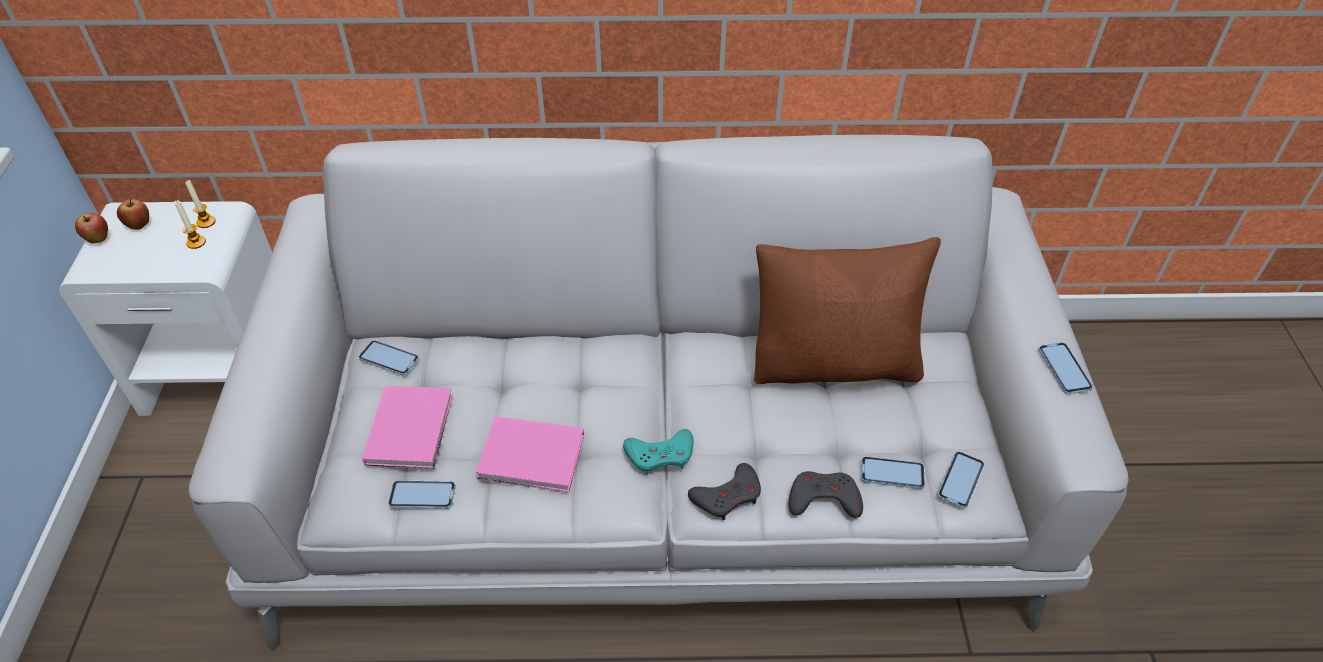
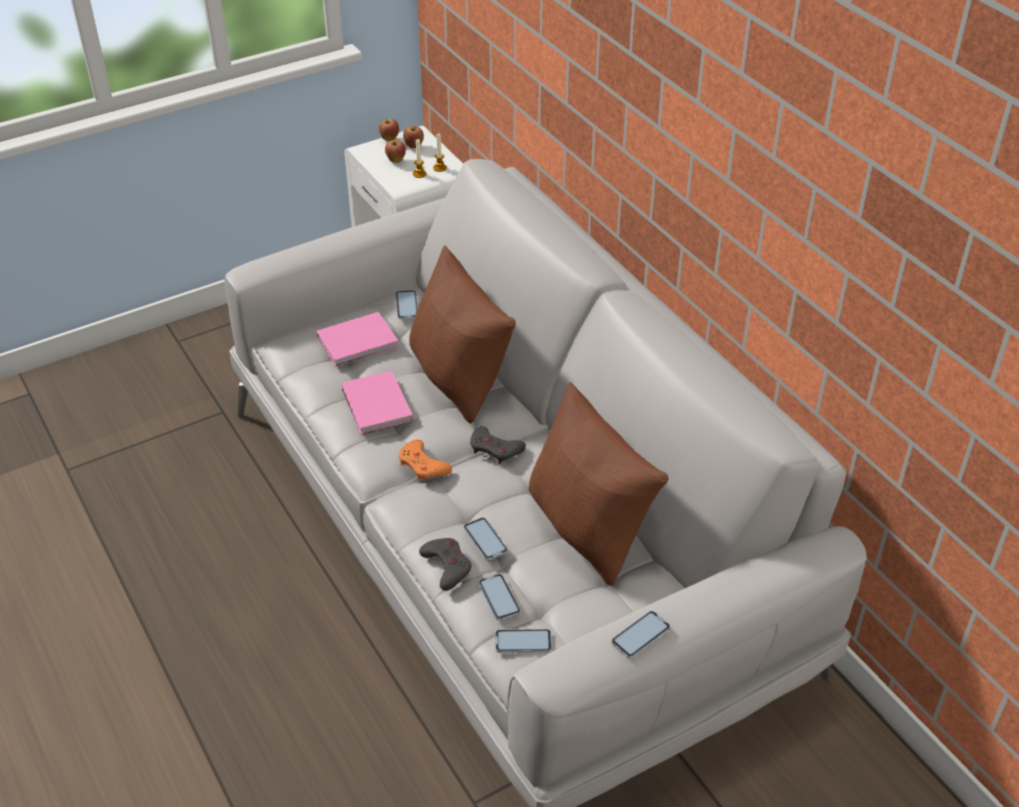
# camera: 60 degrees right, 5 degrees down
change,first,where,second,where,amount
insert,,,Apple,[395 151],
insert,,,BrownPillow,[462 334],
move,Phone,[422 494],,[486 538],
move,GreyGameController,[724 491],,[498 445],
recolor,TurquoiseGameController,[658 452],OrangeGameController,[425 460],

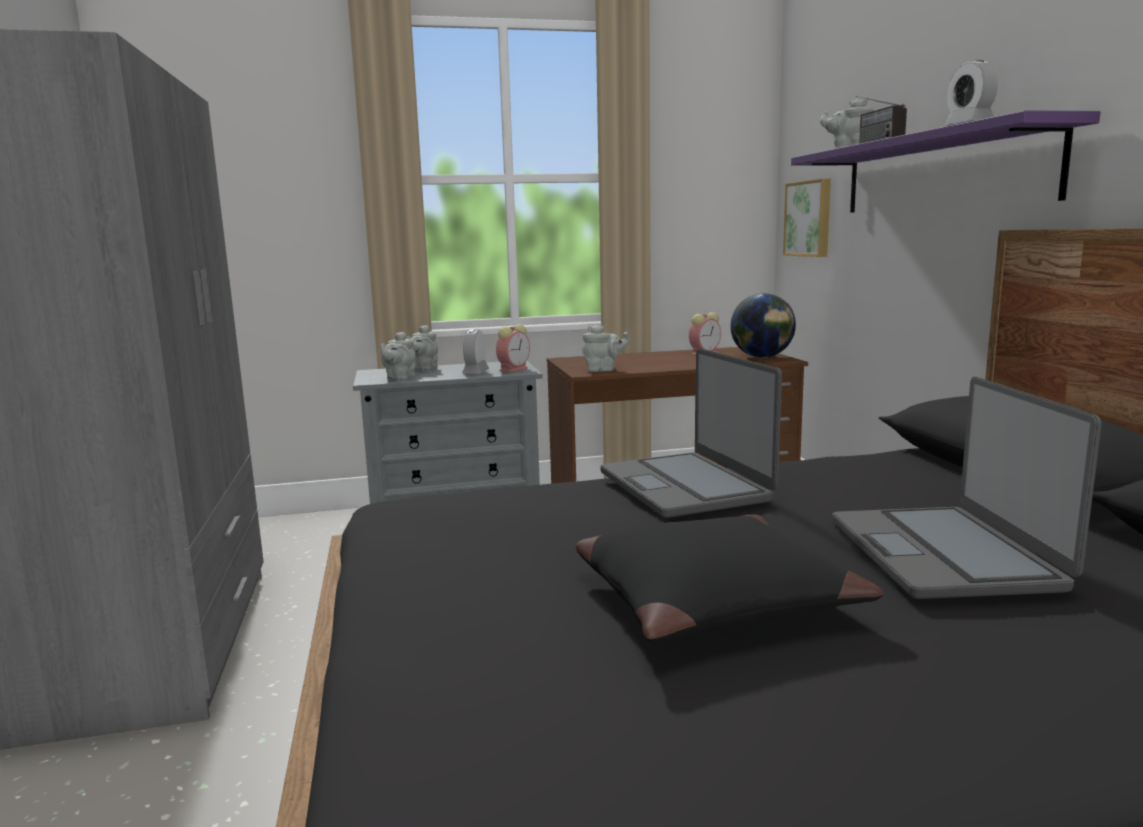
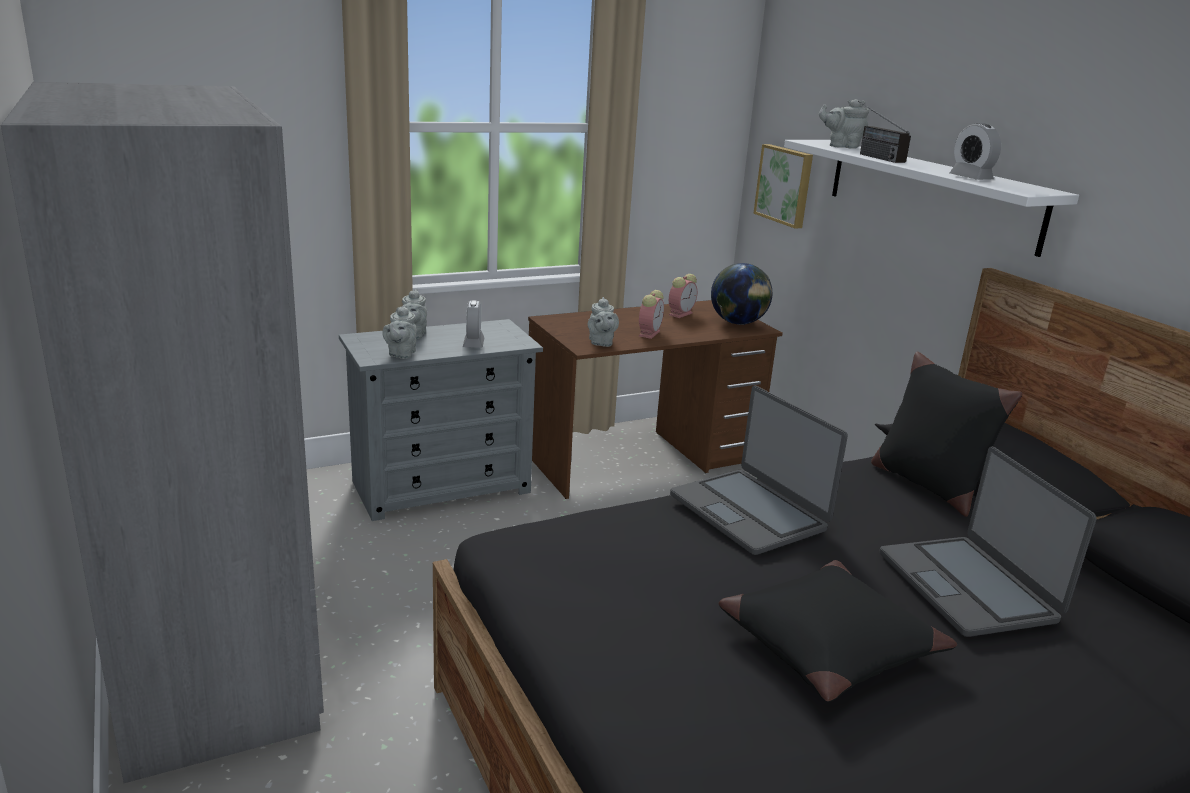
# camera: 15 degrees left, 10 degrees up
change,first,where,second,where,amount
insert,,,BlackPillow,[946 434],
move,AlarmClock,[513 348],,[651 314],
recolor,PurpleShelf,[945 161],WhiteShelf,[931 198],
rotate,GreyTeapot,[606 348],,[603 322],105 degrees clockwise

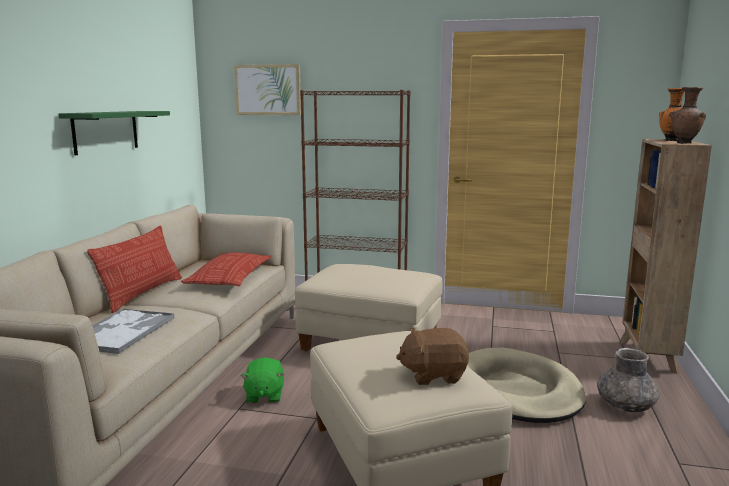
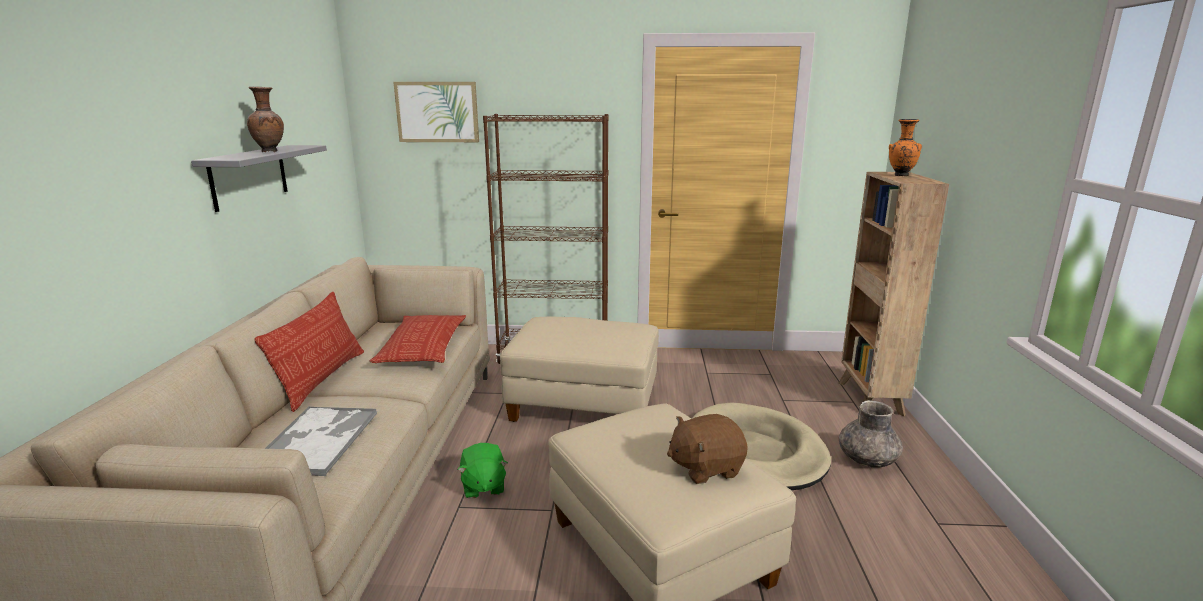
# camera: 10 degrees left, 5 degrees up
change,first,where,second,where,amount
move,BrownVase,[688 115],,[265 119],
recolor,GreenShelf,[114 133],GreyShelf,[259 178],

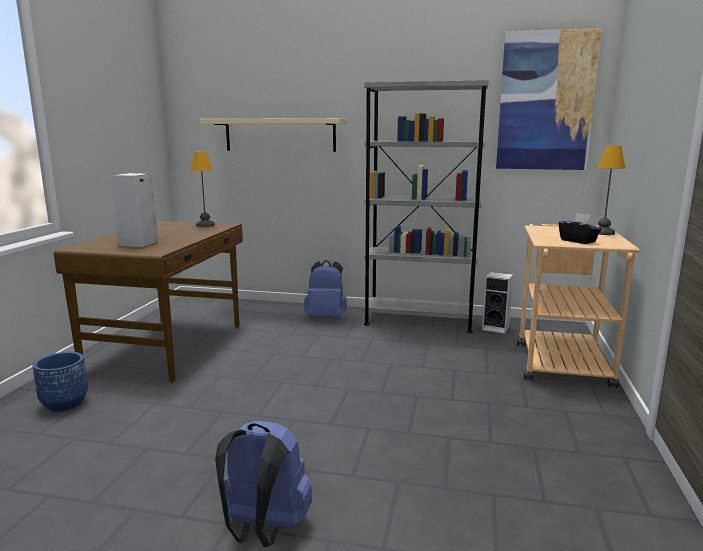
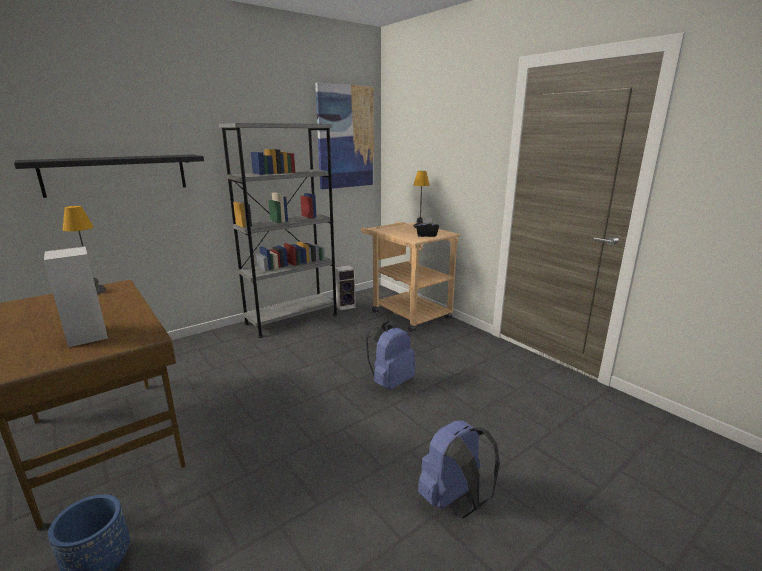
# camera: 50 degrees left, 5 degrees up
change,first,where,second,where,amount
move,BlueBackpack,[325 288],,[390 355],
recolor,BeigeShelf,[273 135],BlackShelf,[109 176],

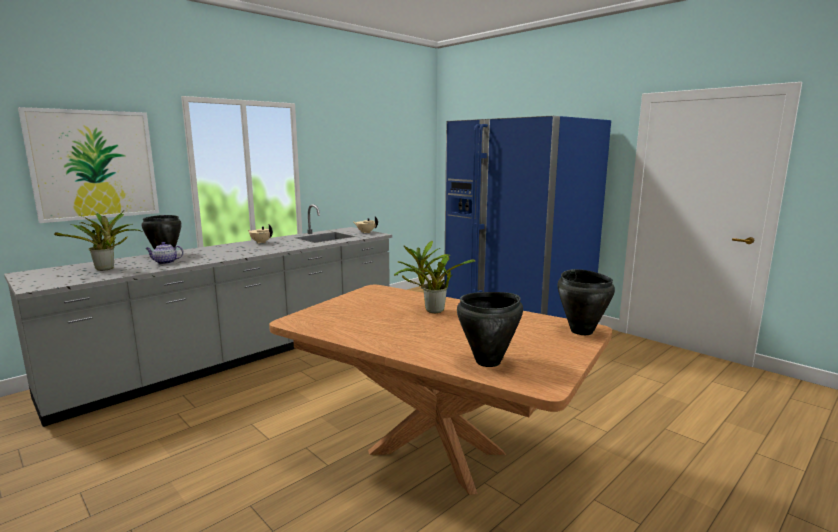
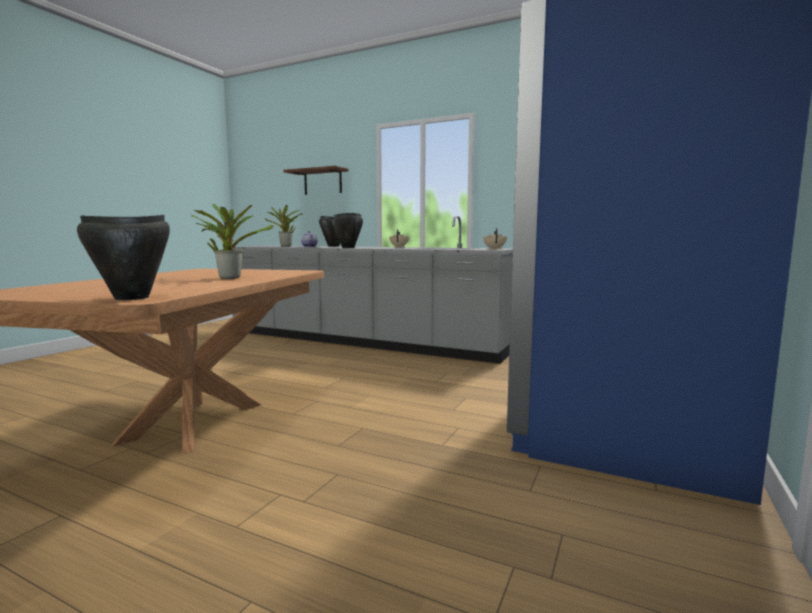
# camera: 70 degrees right, 5 degrees down
change,first,where,second,where,amount
move,BlackCookingPot,[490 329],,[347 230],
replace,Picture,[88 165],BrownShelf,[316 180],

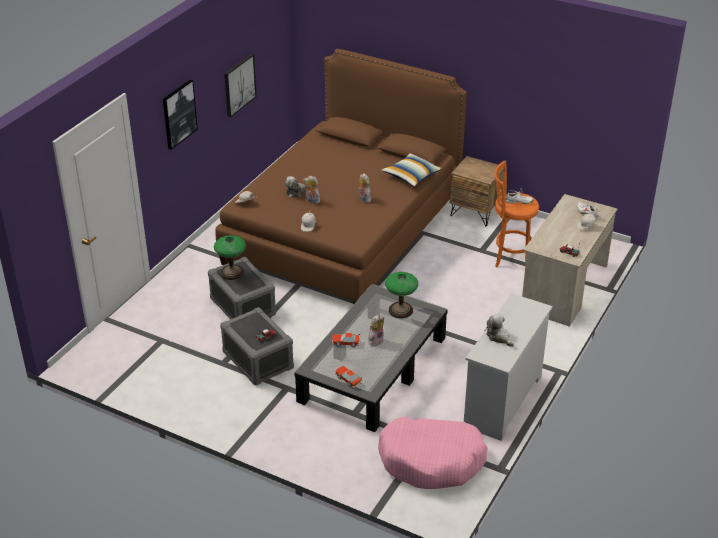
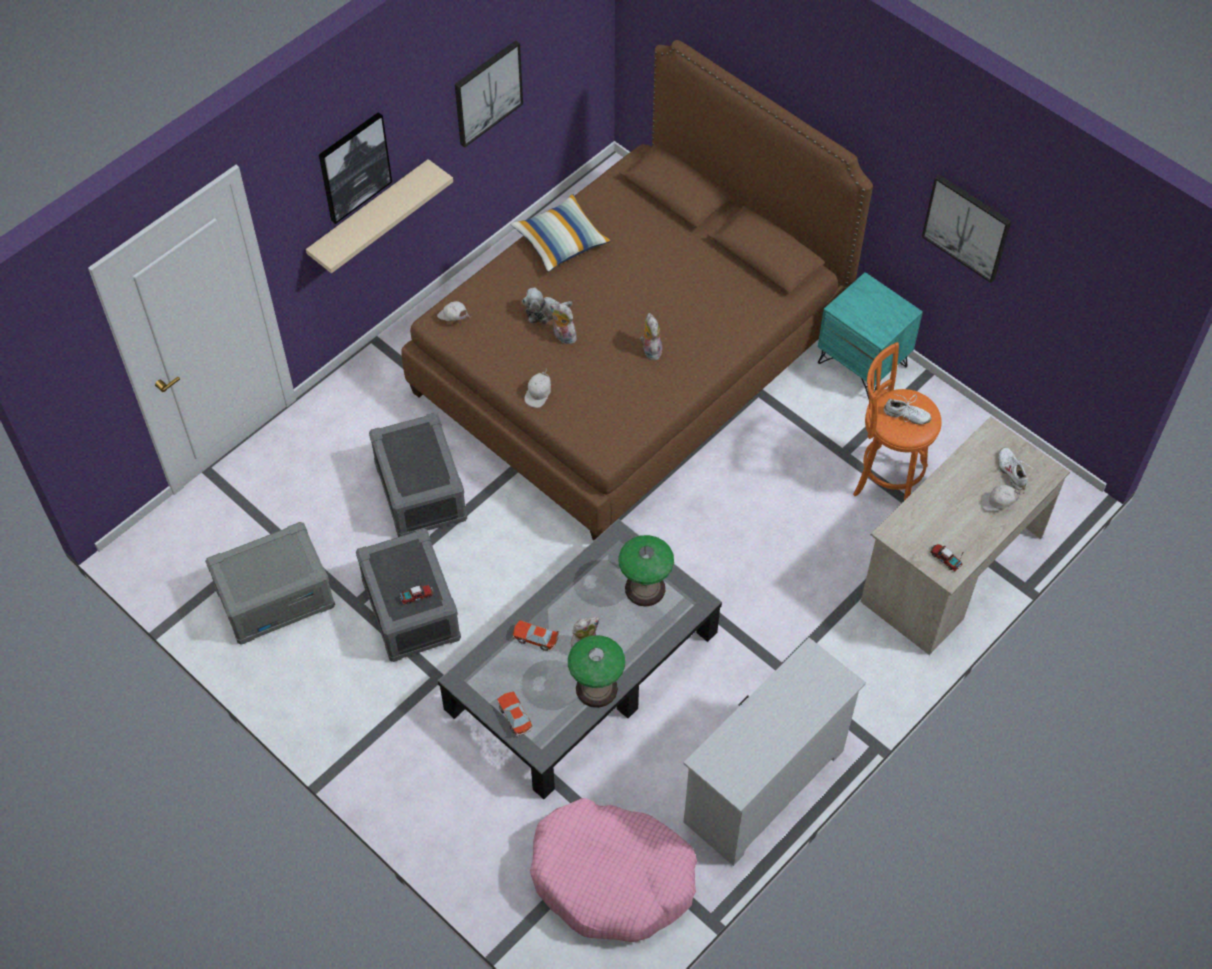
# camera: 15 degrees right, 20 degrees up
change,first,where,second,where,amount
delete,PlushToy,[500 330],,,
insert,,,GreyStorageBox,[270 583],
insert,,,BeigeShelf,[379 216],
insert,,,Picture,[966 228],
move,TableLamp,[230 257],,[596 671],
move,Pillow,[412 169],,[560 233],
recolor,BrownNightstand,[477 191],TurquoiseNightstand,[870 335],

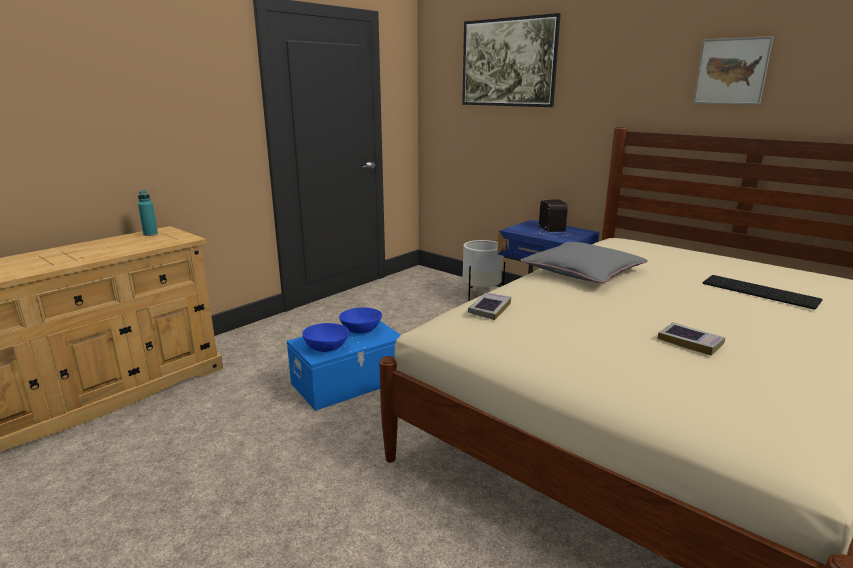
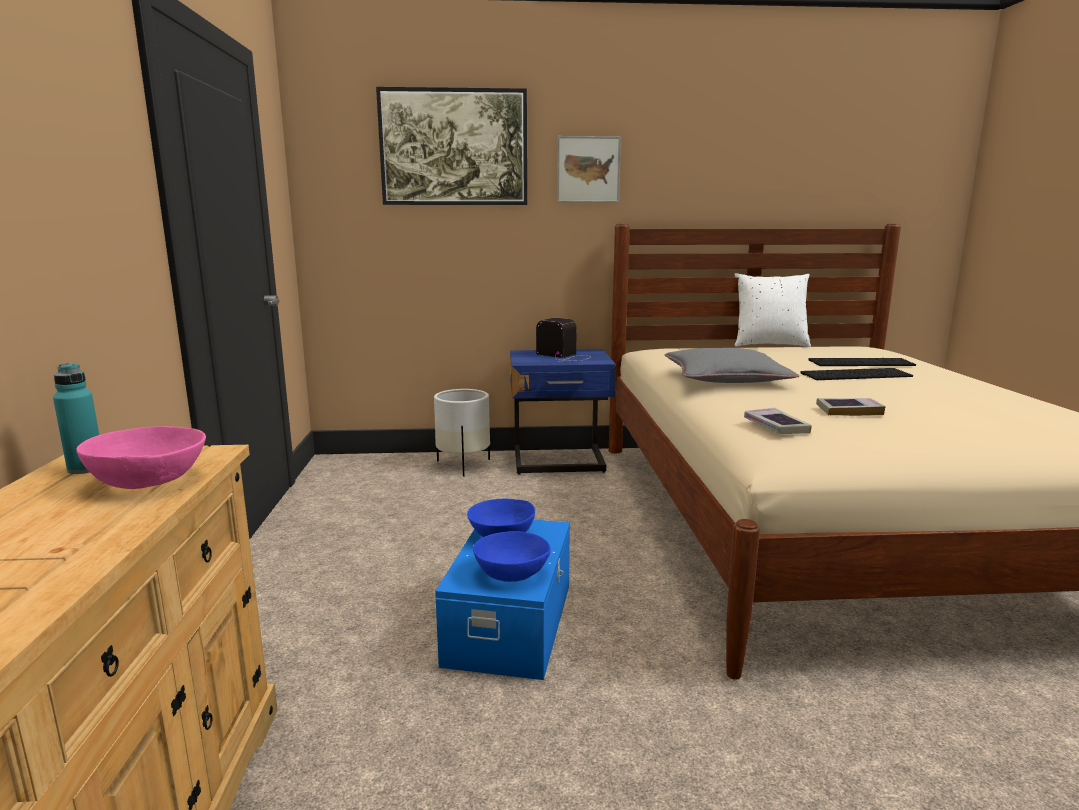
# camera: 45 degrees left, 5 degrees down
change,first,where,second,where,amount
insert,,,PinkBowl,[141 457],
insert,,,WhitePillow,[772 310],
insert,,,Keyboard,[856 374],
move,Book,[691 339],,[851 407],
move,Picture,[733 70],,[589 169],

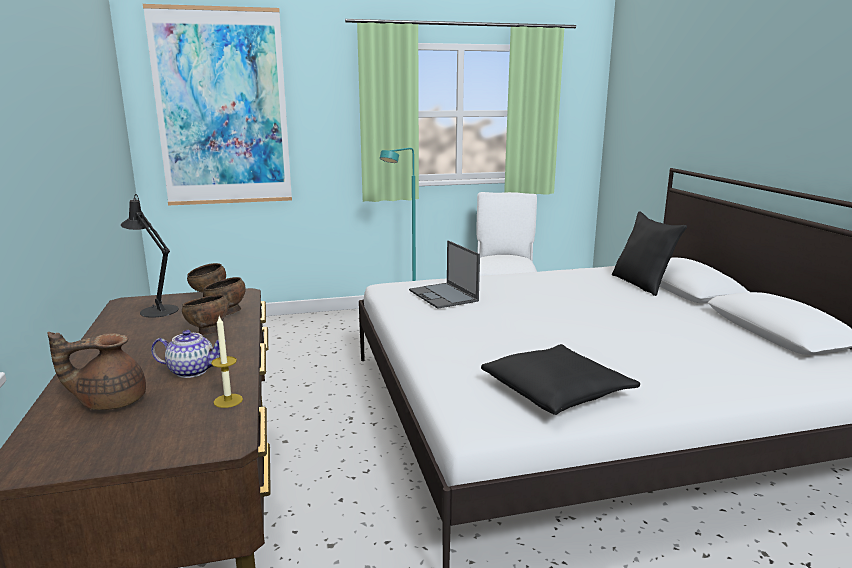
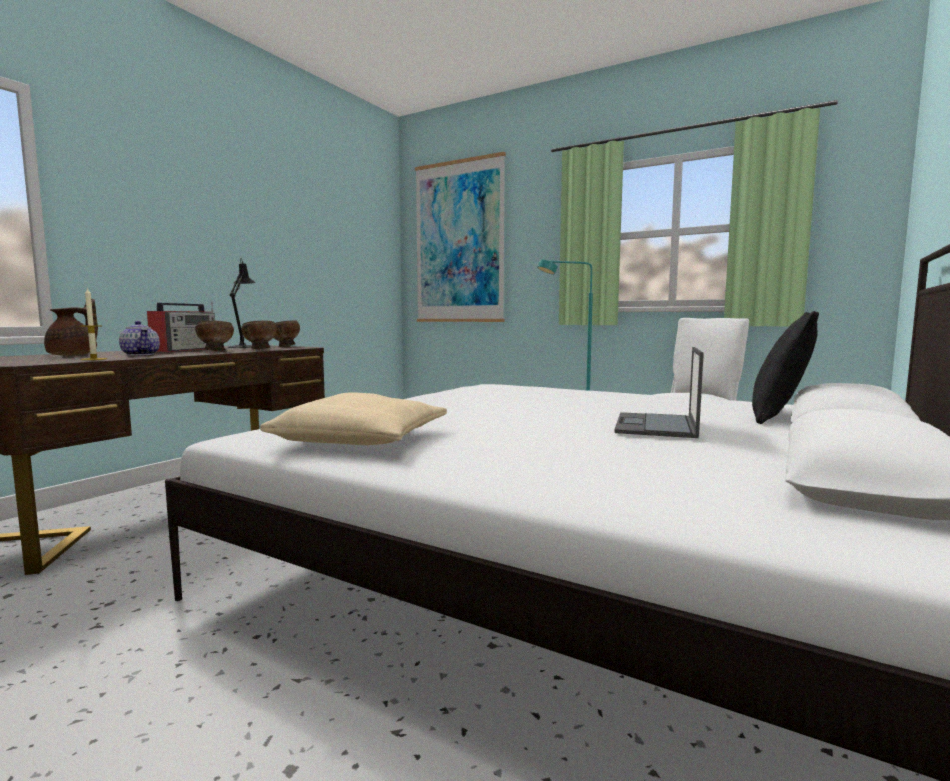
# camera: 45 degrees right, 10 degrees down
change,first,where,second,where,amount
insert,,,Radio,[181 326],
move,Laptop,[444 274],,[659 392],
recolor,BlackPillow,[560 379],BeigePillow,[353 418],
rotate,BrownTeapot,[96 371],,[71 327],75 degrees clockwise

